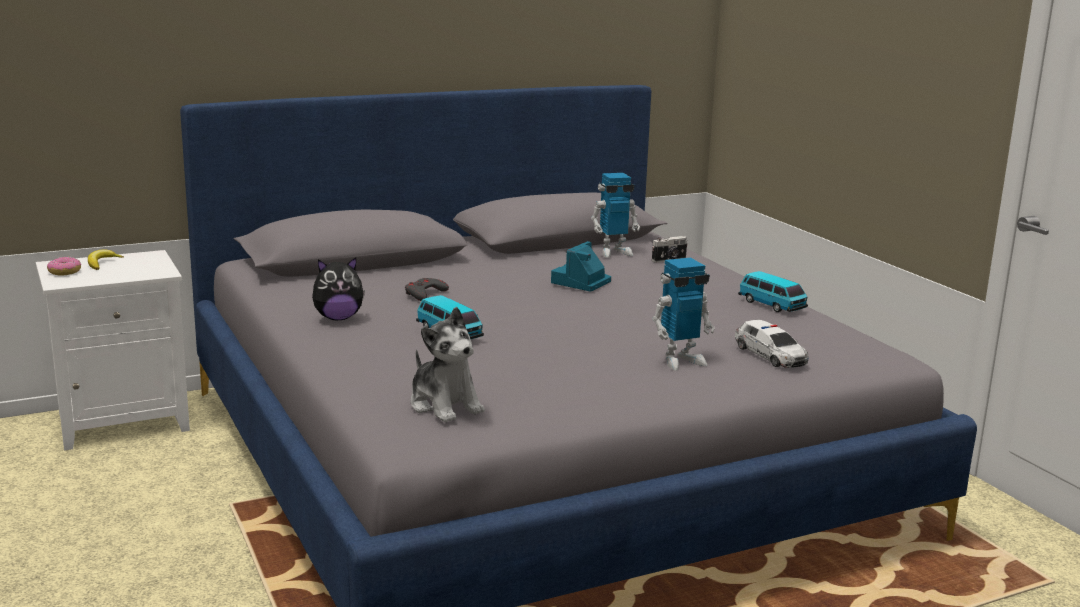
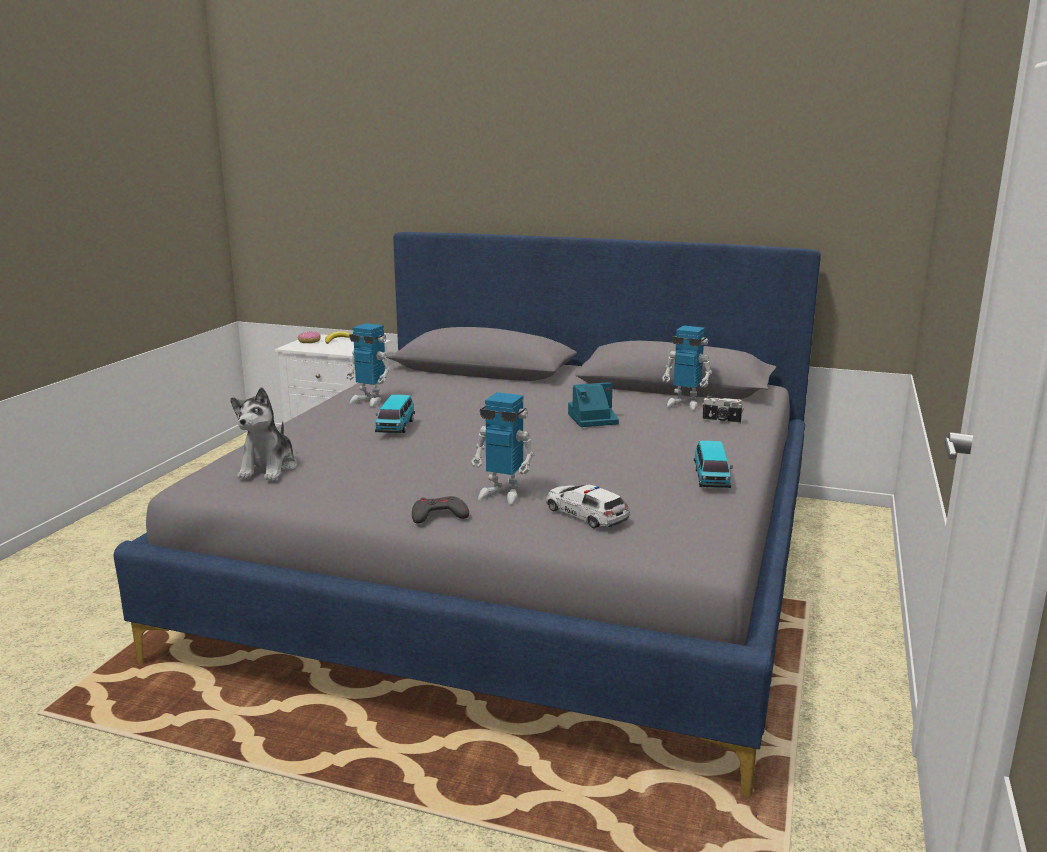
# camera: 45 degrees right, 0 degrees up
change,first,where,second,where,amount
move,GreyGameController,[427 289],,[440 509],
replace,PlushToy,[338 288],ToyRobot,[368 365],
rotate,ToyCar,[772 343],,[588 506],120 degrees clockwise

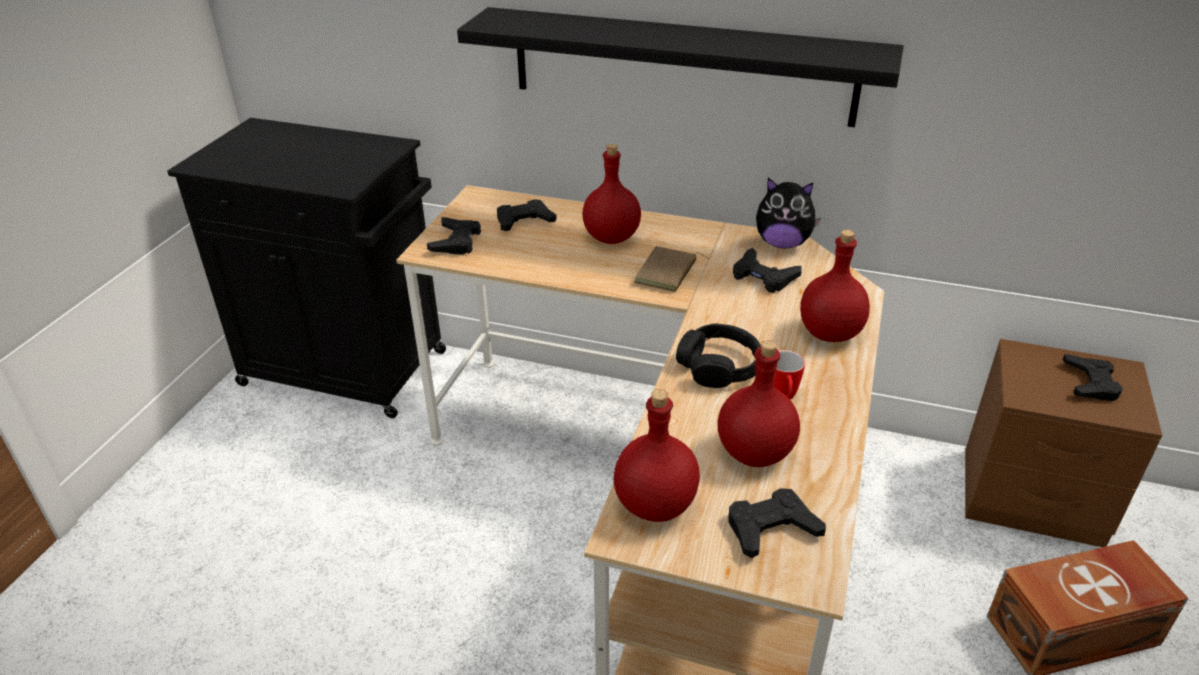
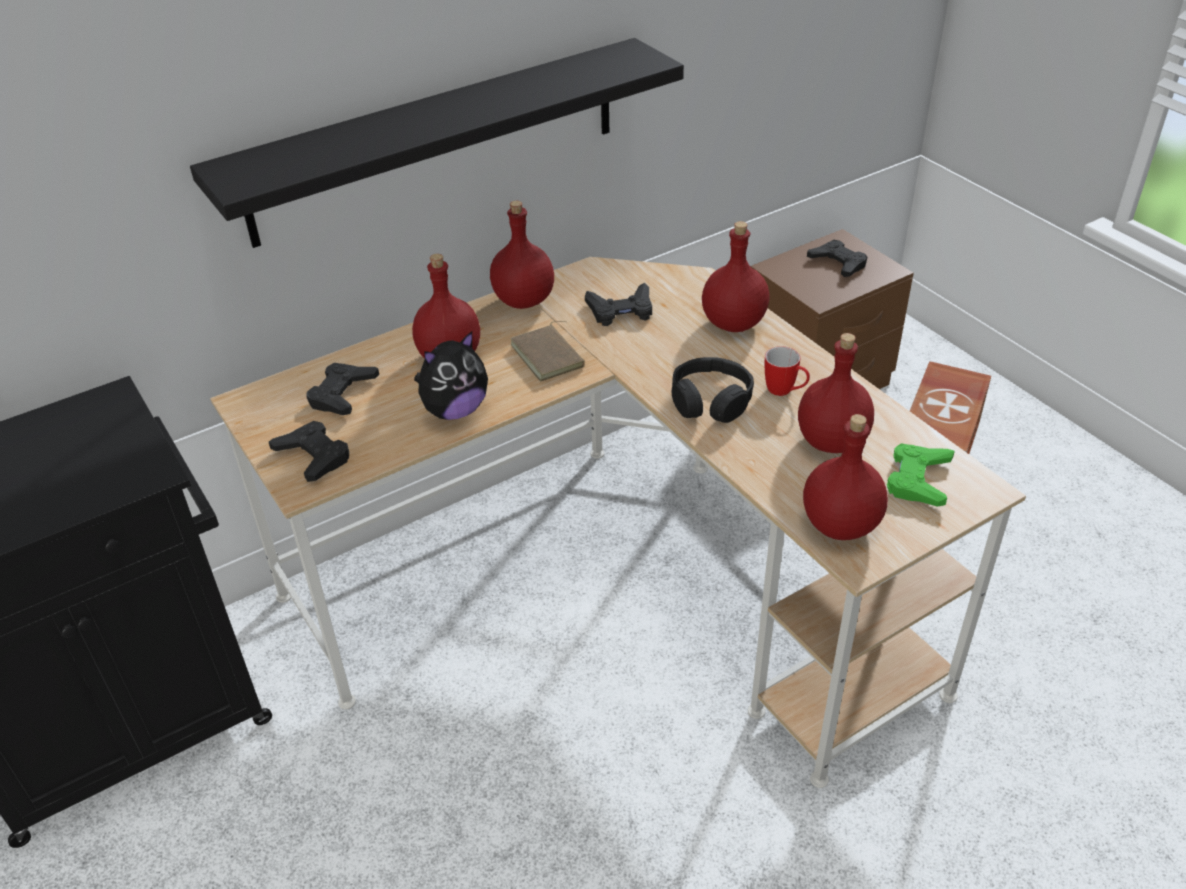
# camera: 50 degrees left, 5 degrees up
change,first,where,second,where,amount
insert,,,RedBottle,[522 255],
move,PlushToy,[788 213],,[451 375],
recolor,BlackGameController,[777 523],GreenGameController,[921 475],

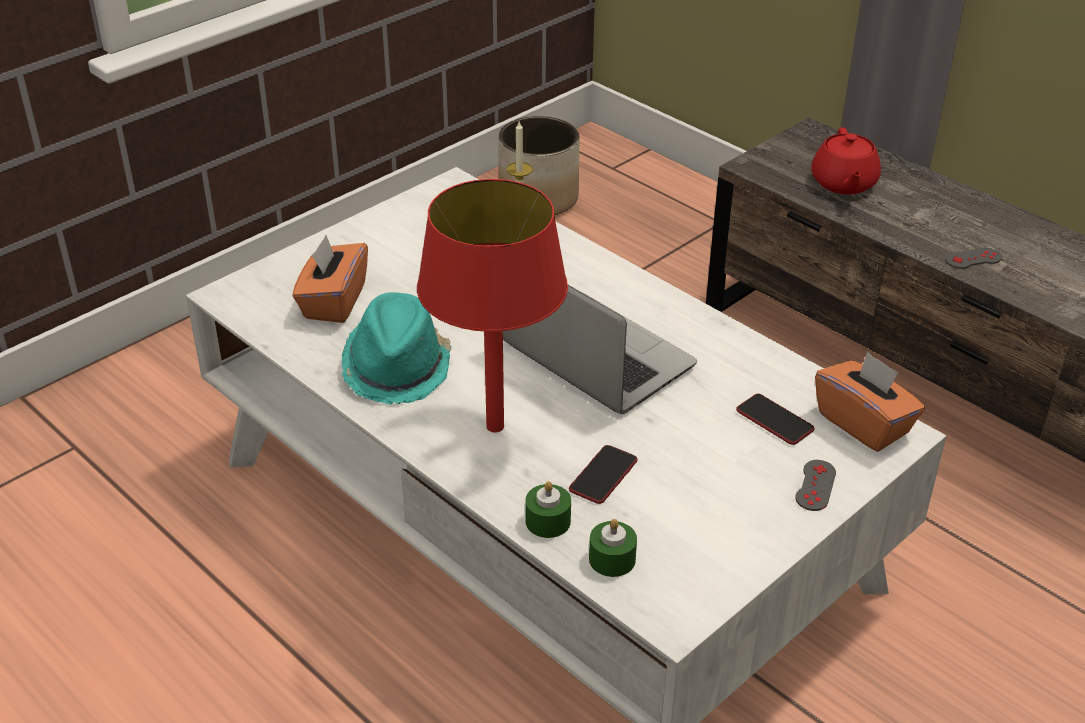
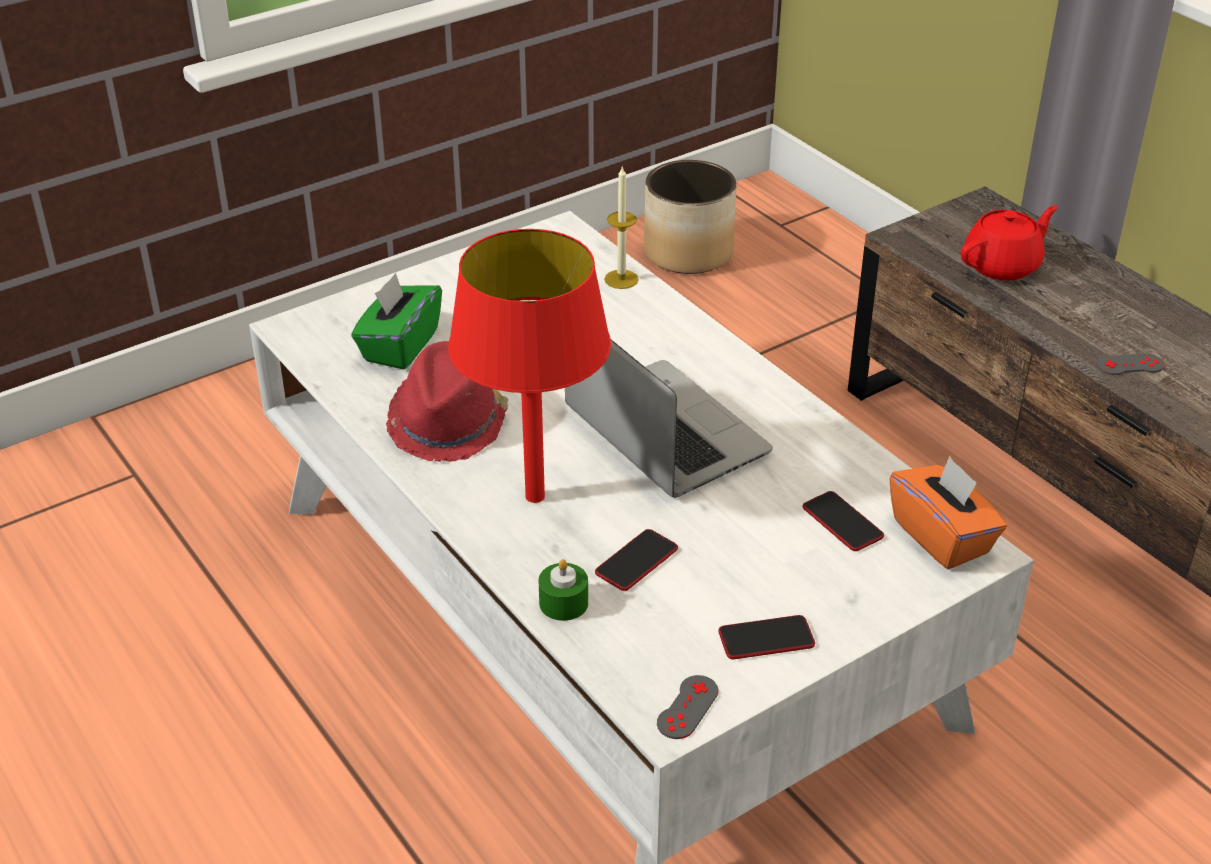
# camera: 10 degrees right, 0 degrees up
change,first,where,second,where,amount
delete,GreenCandle,[613 548],,,
insert,,,Phone,[766 637],
move,GreyGameController,[815 485],,[687 707],
recolor,OrangeTissueBox,[330 279],GreenTissueBox,[396 321],
recolor,TurquoiseHat,[396 348],RedHat,[447 401],
rotate,RedTeapot,[846 161],,[1009 243],135 degrees counterclockwise

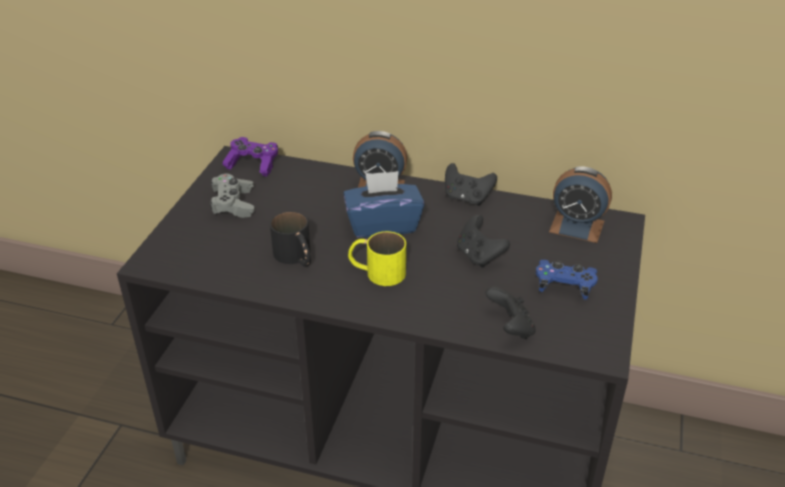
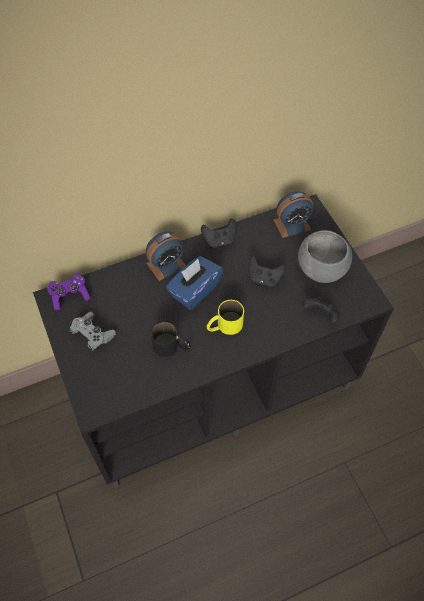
# camera: 40 degrees left, 20 degrees up
change,first,where,second,where,amount
replace,BlueGameController,[567 280],GreyBowl,[325 256],

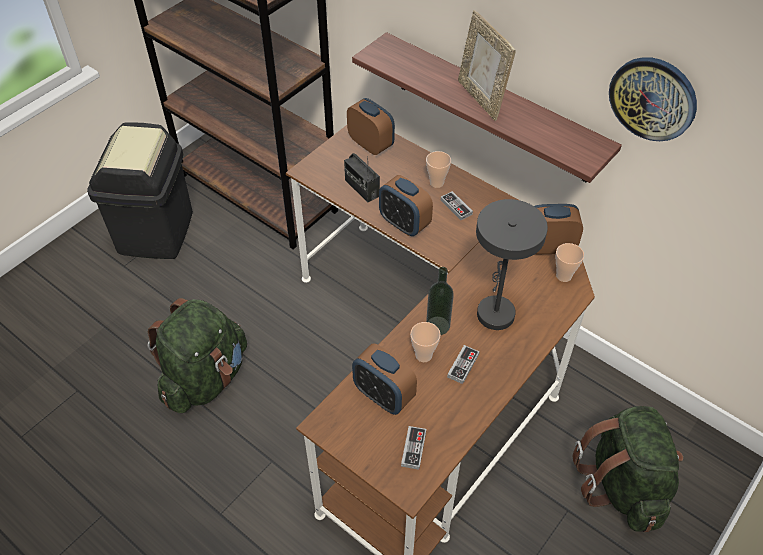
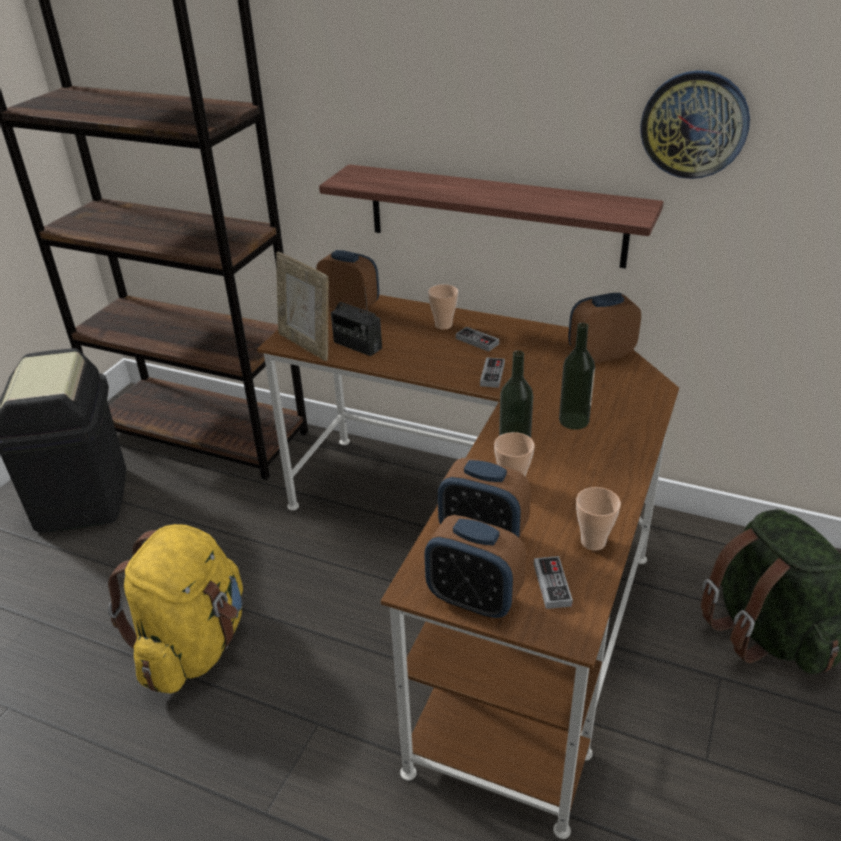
# camera: 15 degrees left, 15 degrees down
change,first,where,second,where,amount
move,AlarmClock,[406 205],,[475 567],
move,GameController,[463 364],,[492 372],
move,PictureFrame,[487 65],,[302 306],
move,Cup,[570 262],,[598 519],
replace,GreyTableLamp,[512 264],Bottle,[577 376],
recolor,GreenBackpack,[197 355],YellowBackpack,[175 609],

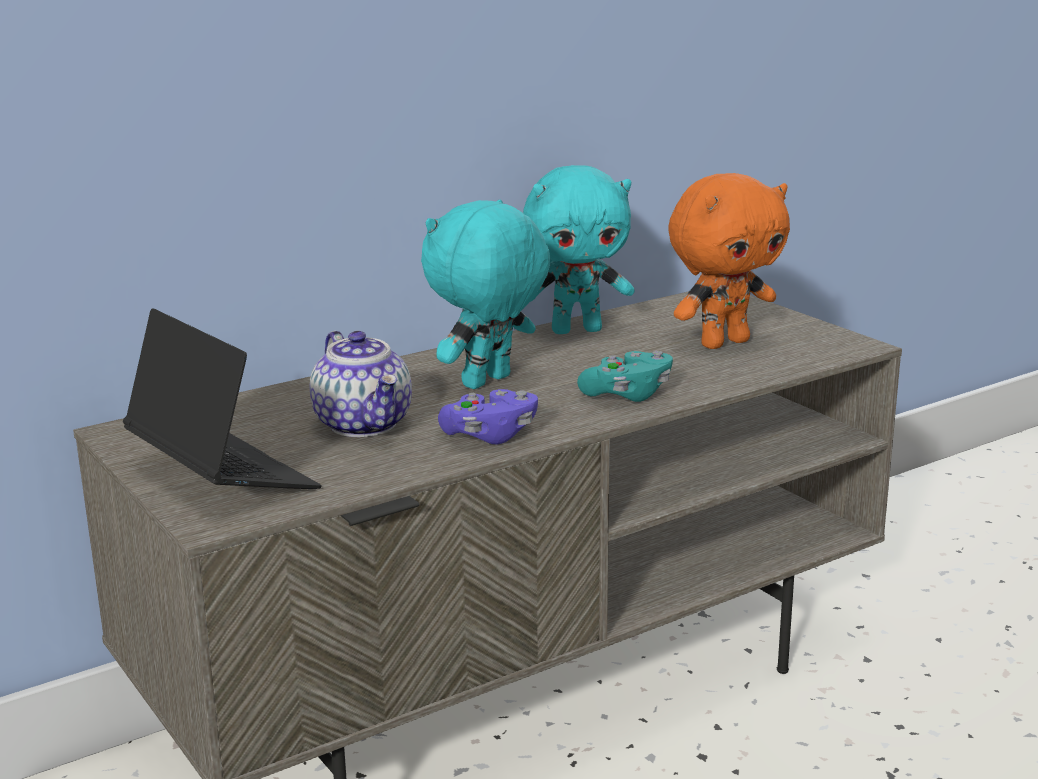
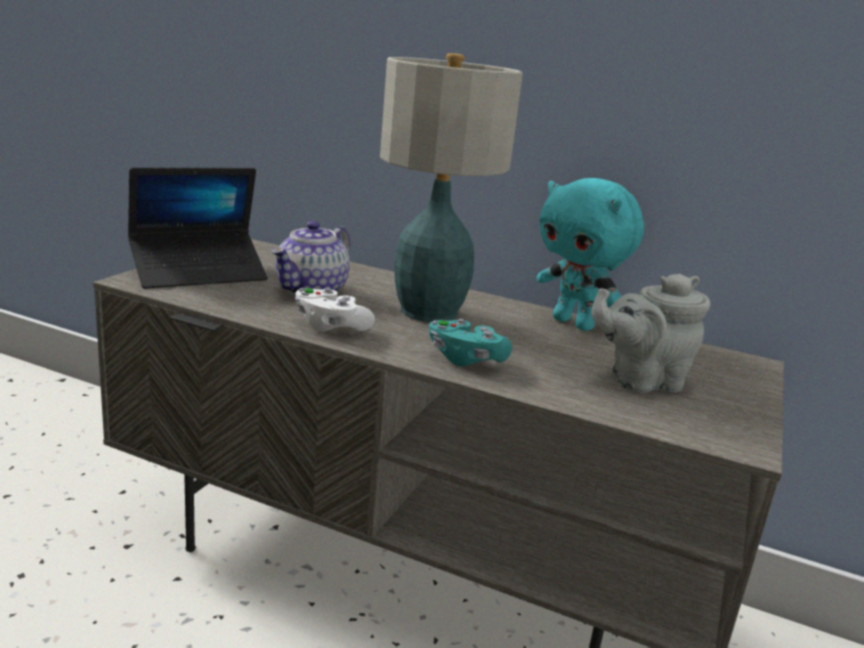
# camera: 55 degrees right, 0 degrees up
change,first,where,second,where,amount
replace,TurquoisePlushToy,[486 294],TableLamp,[451 187],
replace,OrangePlushToy,[729 261],GreyTeapot,[650 333],
recolor,PurpleGameController,[488 416],WhiteGameController,[335 310],
rotate,Laptop,[222 398],,[198 228],45 degrees clockwise

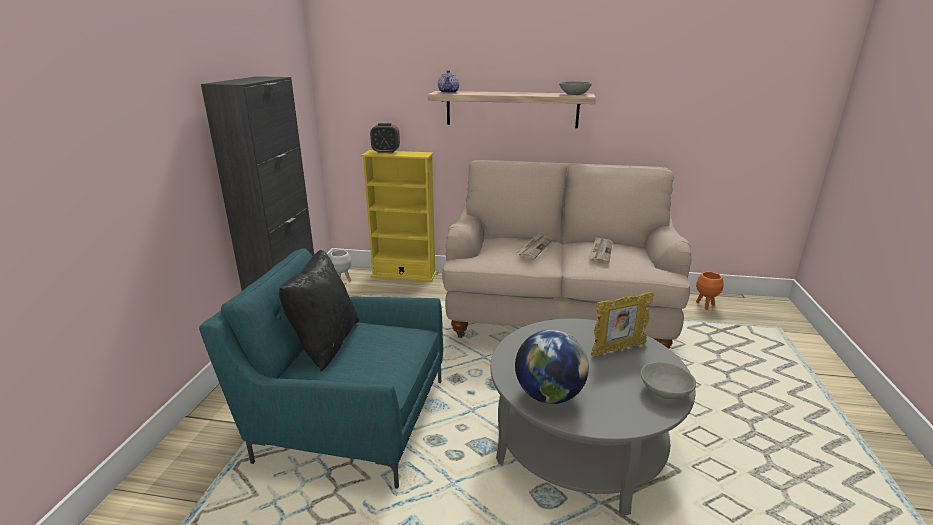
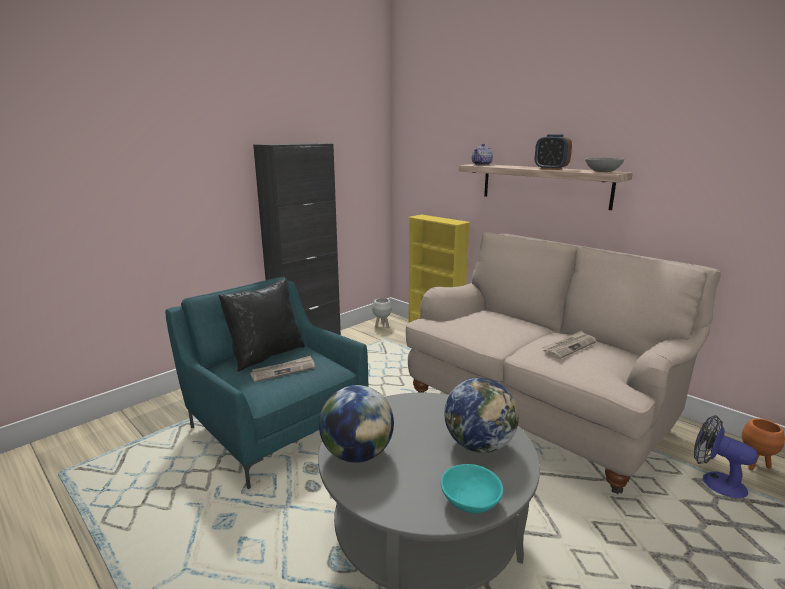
# camera: 35 degrees right, 5 degrees down
change,first,where,second,where,amount
insert,,,Fan,[726 456],
move,AlarmClock,[385 138],,[553 152],
move,Newspaper,[534 246],,[282 368],
replace,PictureFrame,[622 324],Globe,[481 415],
recolor,GreyBowl,[668 380],TurquoiseBowl,[472 489],

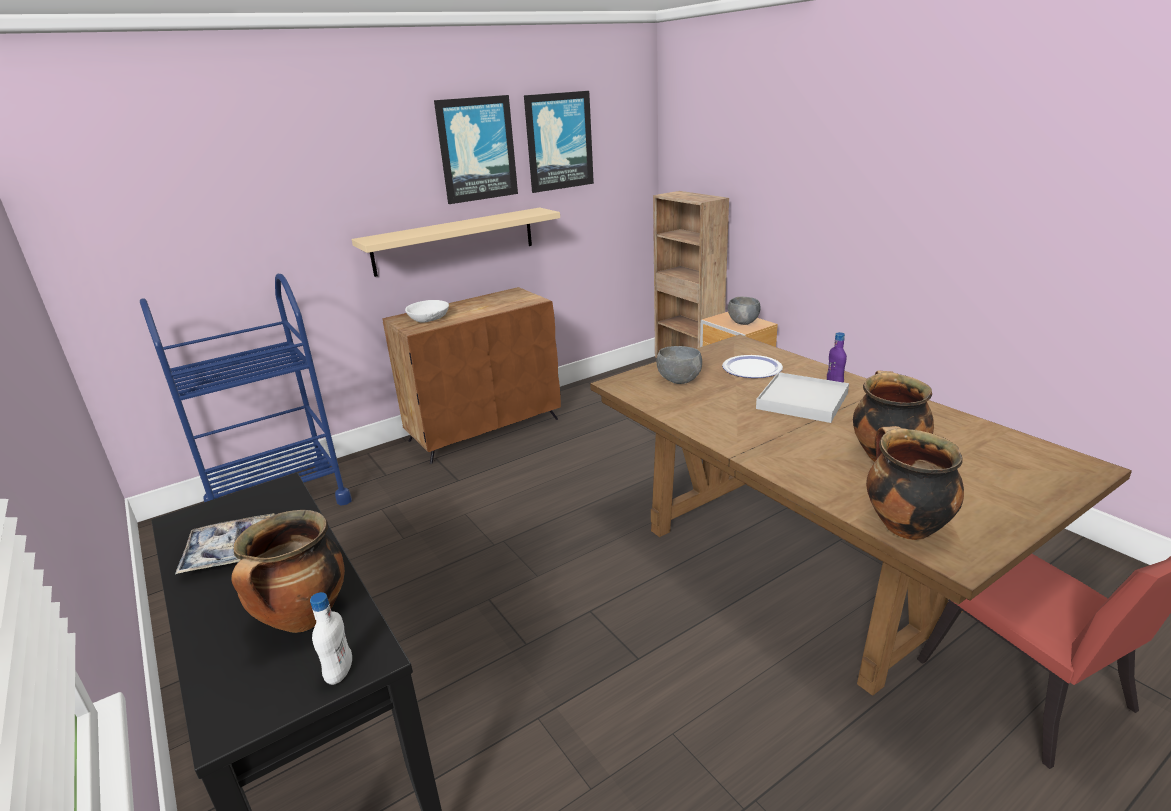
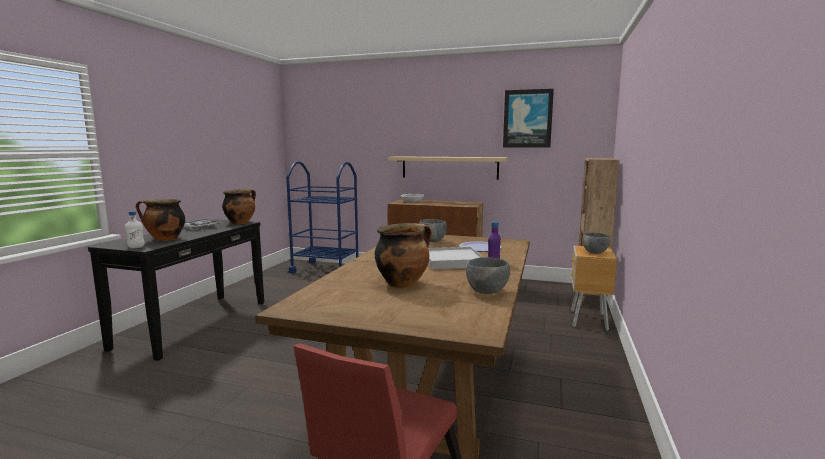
# camera: 50 degrees right, 15 degrees down
change,first,where,second,where,amount
delete,Picture,[476 149],,,
insert,,,GreyBowl,[488 275],
move,CookingPot,[915 483],,[239 206],

